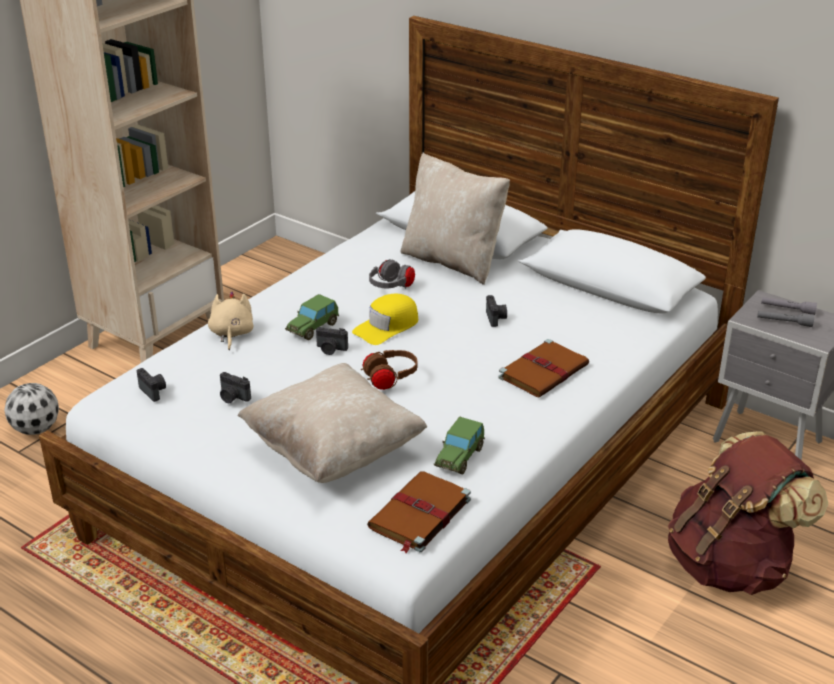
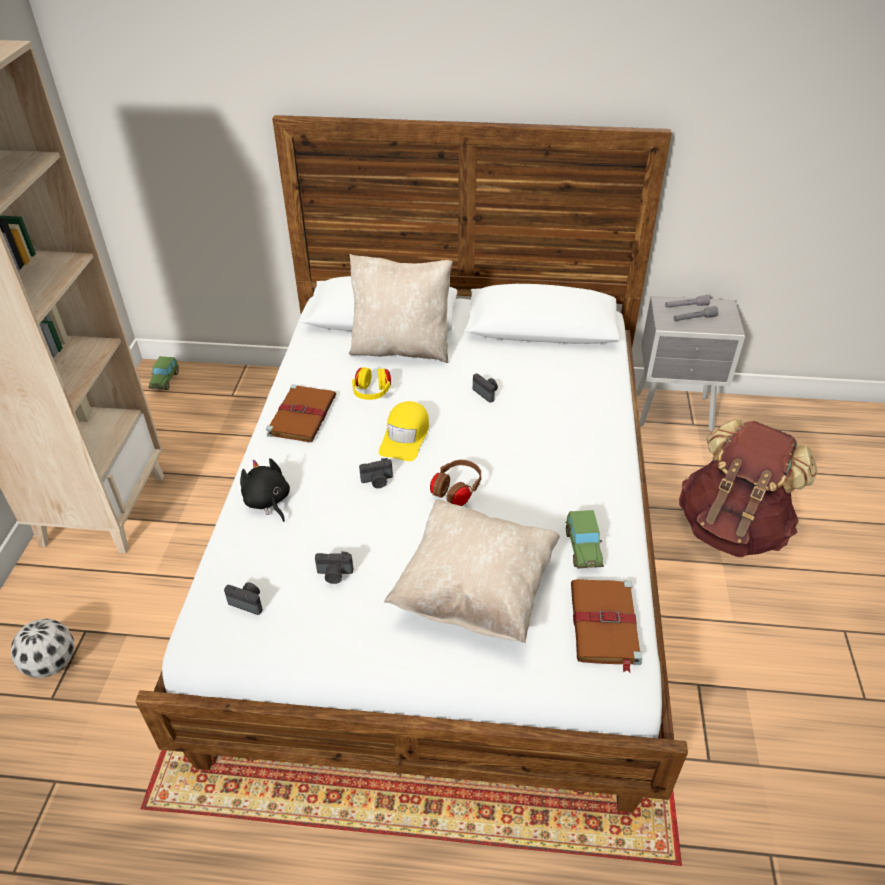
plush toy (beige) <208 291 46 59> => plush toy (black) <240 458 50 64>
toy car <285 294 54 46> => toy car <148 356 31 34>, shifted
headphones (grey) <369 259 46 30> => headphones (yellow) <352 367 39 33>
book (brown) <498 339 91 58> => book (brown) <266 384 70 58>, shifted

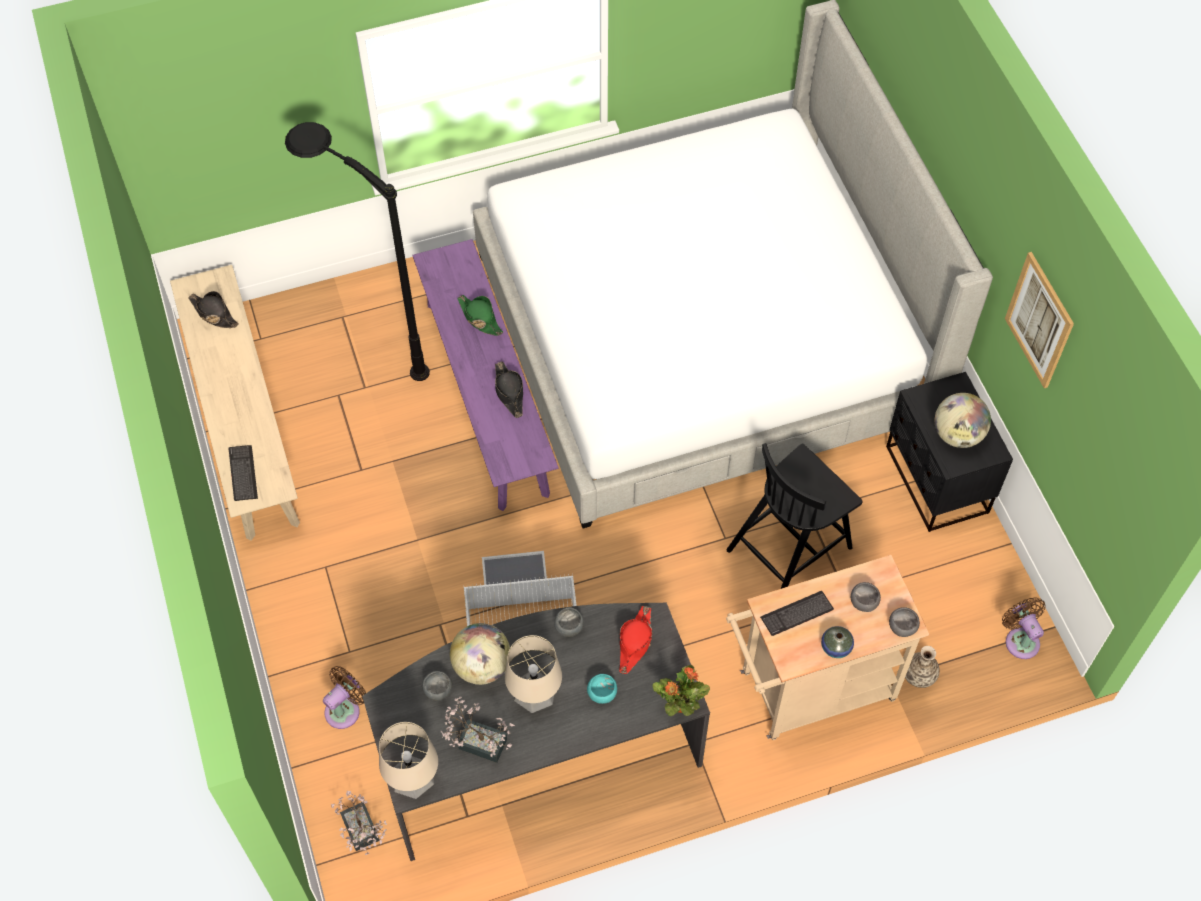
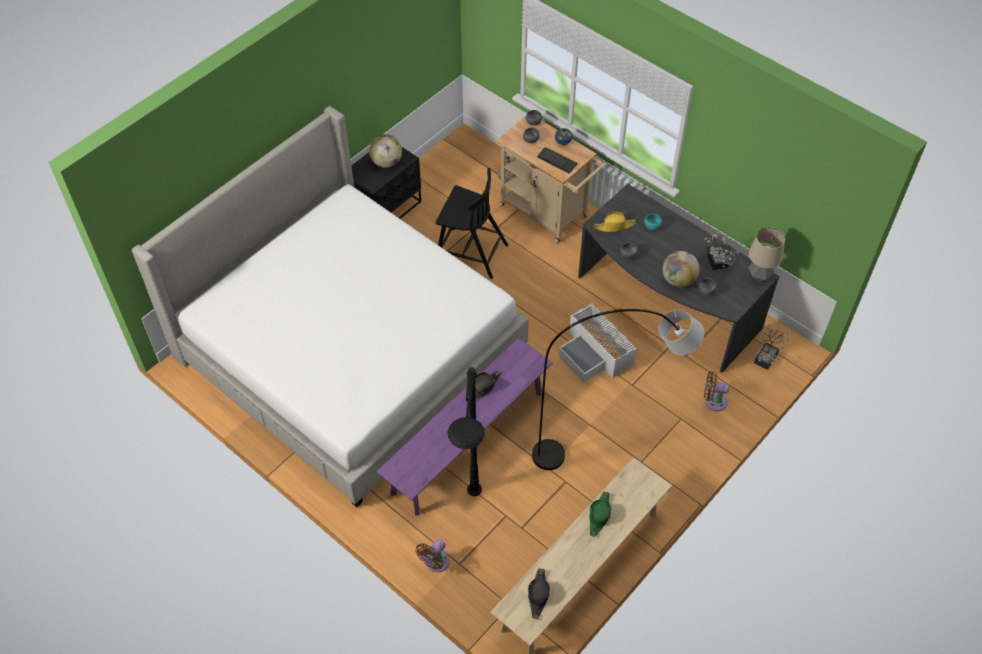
keyboard <228 445 30 56> => nothing
hat (green) <457 295 46 41> => hat (green) <590 492 21 45>, shifted
table lamp <505 635 57 78> => nothing
hat (red) <619 606 33 68> => hat (yellow) <594 212 43 20>
potted plant <653 665 57 51> => nothing
fan (brown) <1002 597 44 62> => fan (brown) <416 539 34 33>, shifted
picture <1005 252 69 136> => nothing
nothing => floor lamp (grey) <532 309 172 161>

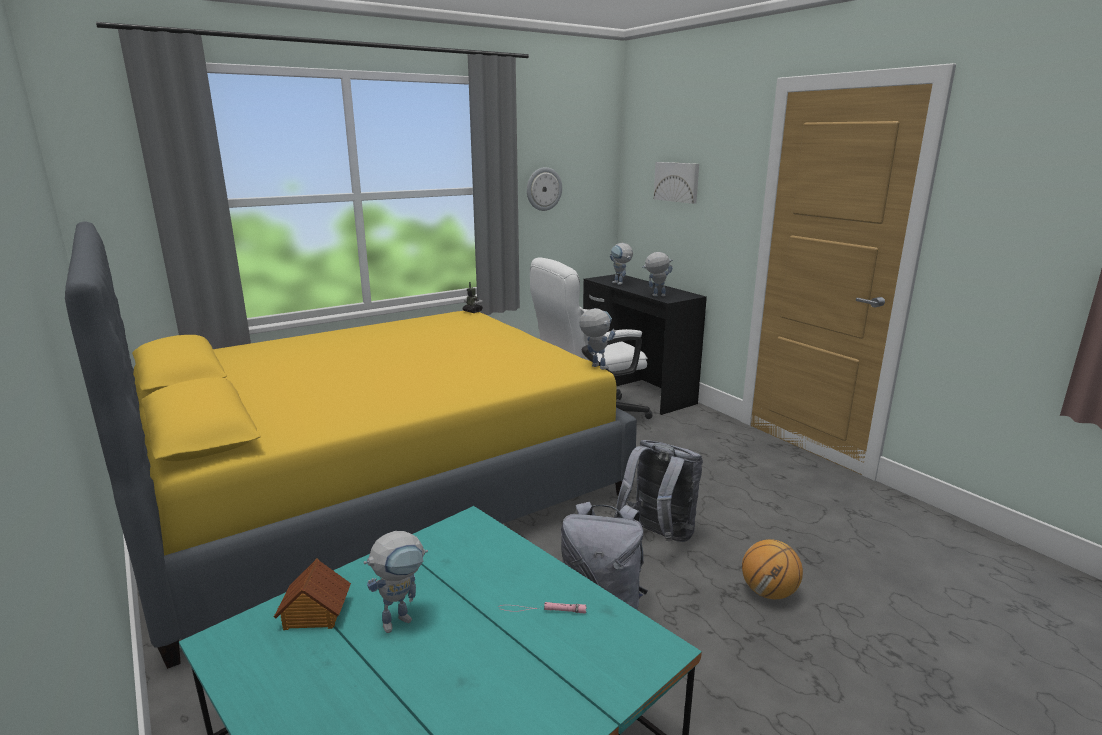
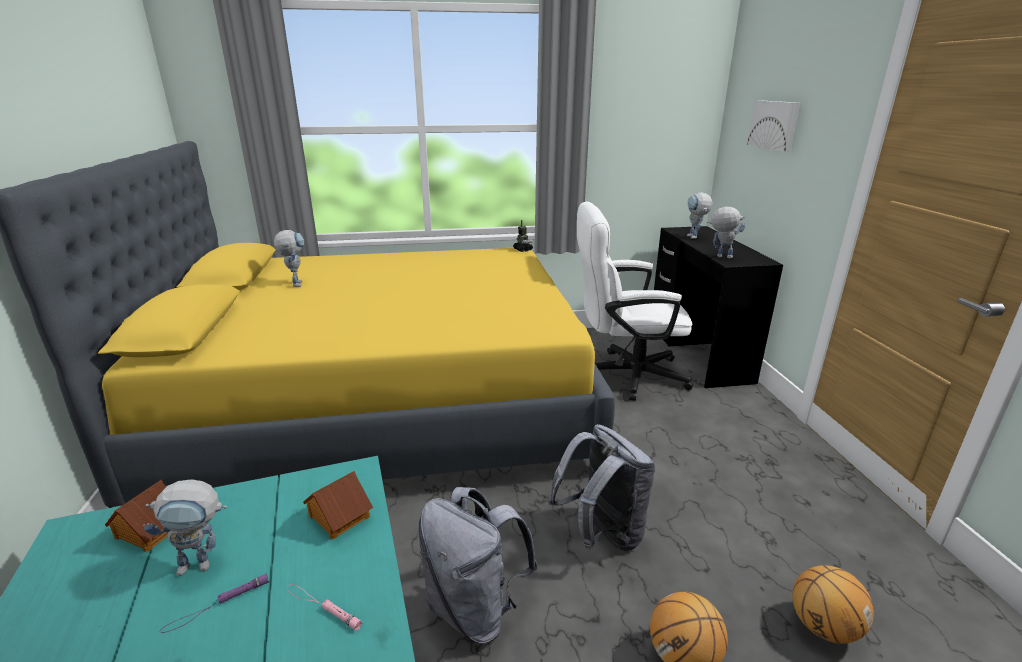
wall clock <527 167 35 44> => nothing
toy robot <579 308 37 62> => toy robot <274 230 30 57>, shifted
nothing => flashlight (purple) <160 573 109 60>
nothing => toy house <303 471 70 68>
nothing => basketball <792 565 82 79>

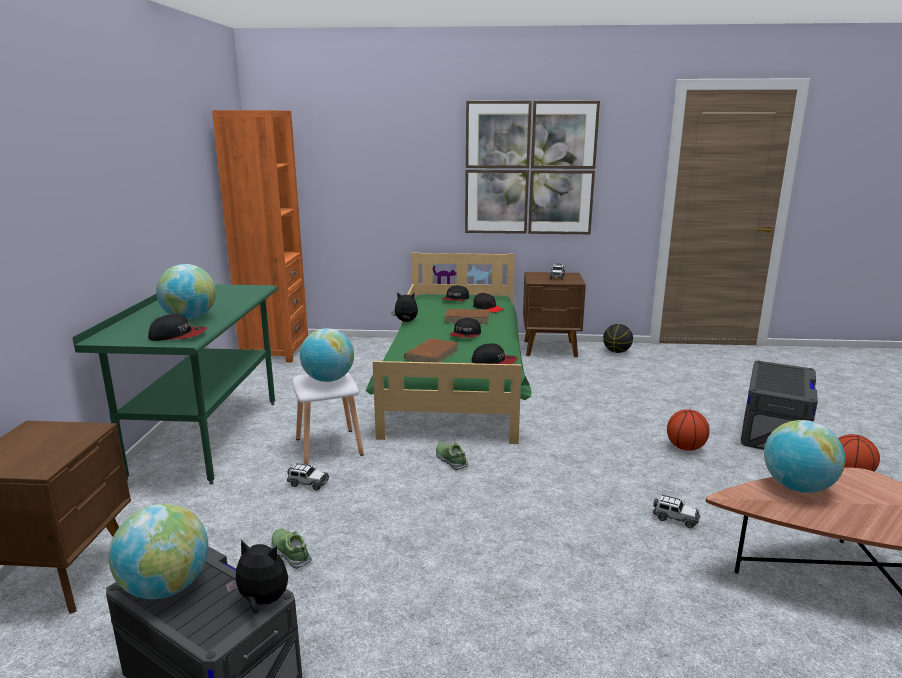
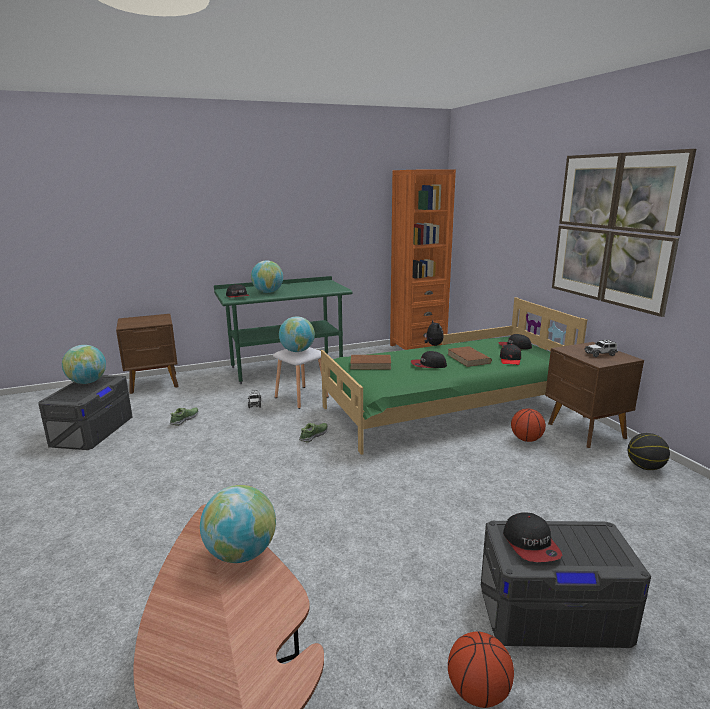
plush toy <226 539 62 75> => nothing
cap <472 343 46 21> => cap <503 512 59 50>, shifted
toy car <653 495 47 33> => nothing
basketball <667 409 43 42> => basketball <511 408 35 34>, shifted

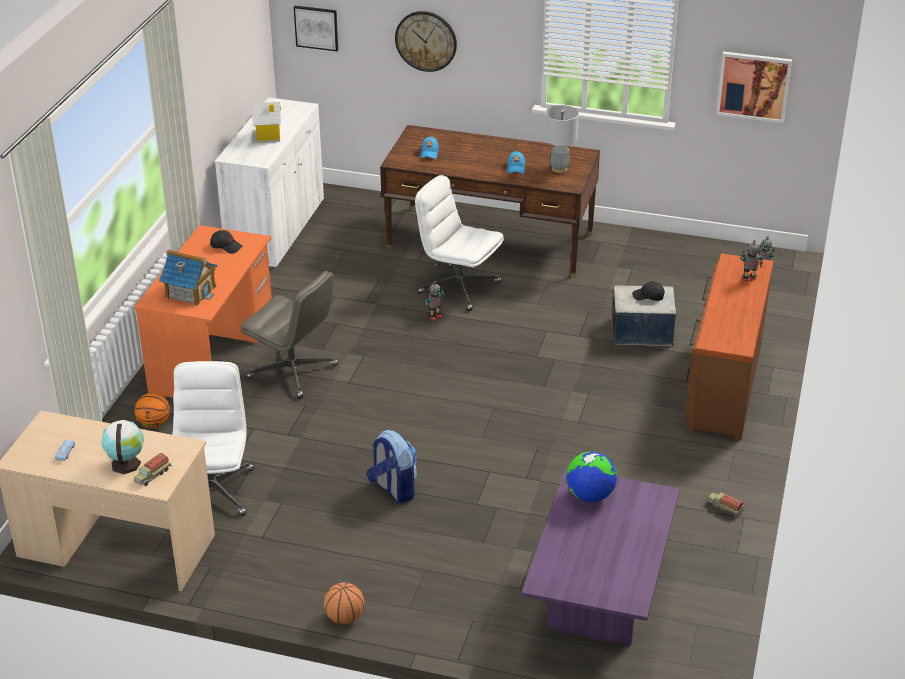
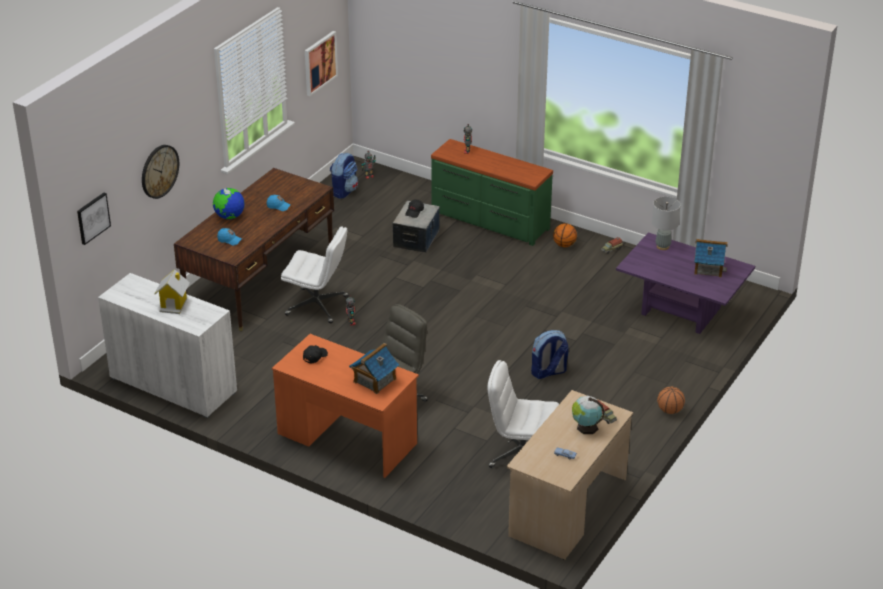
basketball <134 393 36 35> => basketball <553 223 24 24>, shifted
office chair (white) <415 175 89 136> => office chair (white) <281 226 67 97>, 120 degrees counterclockwise
table lamp (grey) <544 105 35 68> => table lamp (grey) <652 197 29 53>, shifted
globe <566 452 51 50> => globe <213 188 32 31>, shifted
dresser (brown) <685 253 89 188> => dresser (green) <431 139 122 107>
nothing => backpack <330 153 28 46>
nothing => toy house <694 239 34 38>

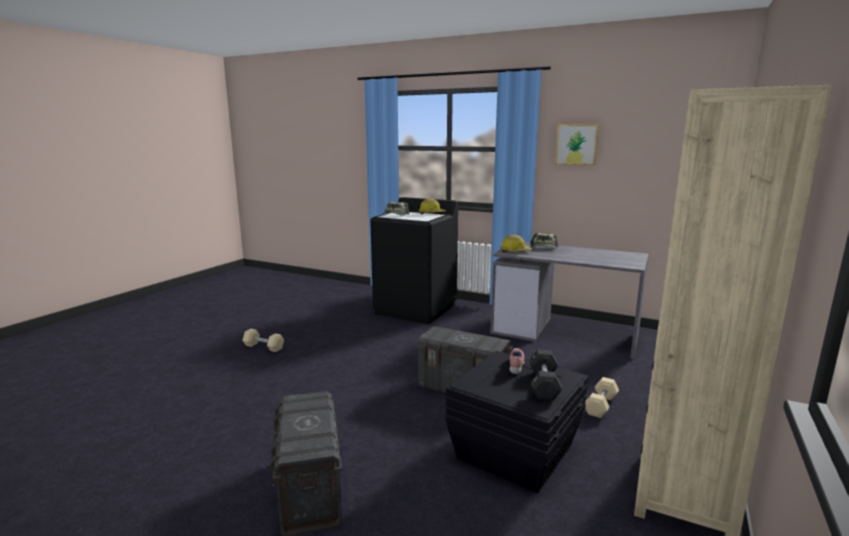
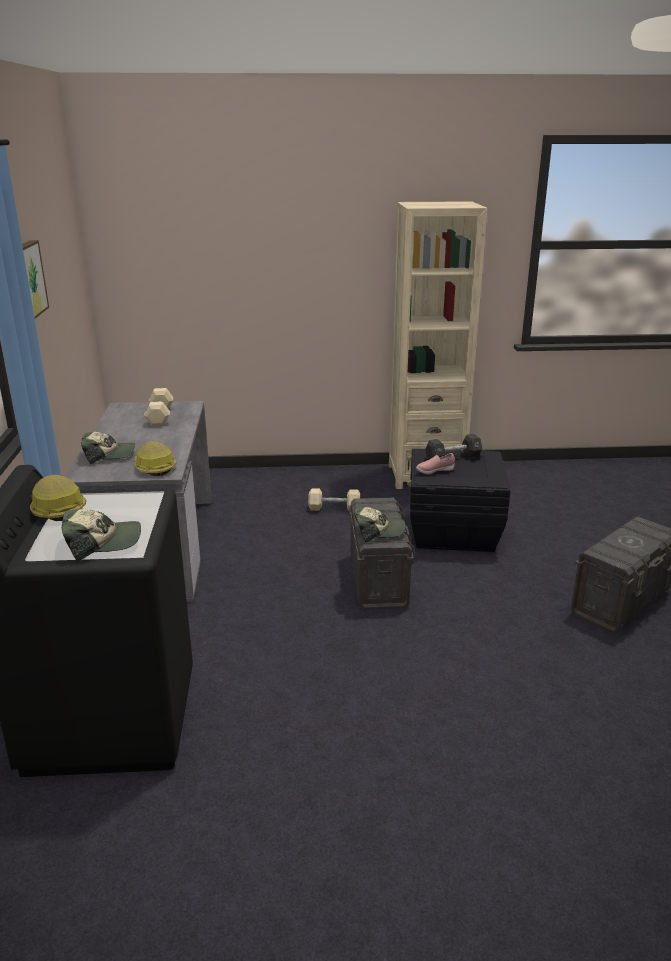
dumbbell (beige) <242 329 42 23> => dumbbell (beige) <144 388 29 38>, shifted
nothing => cap <355 507 51 35>

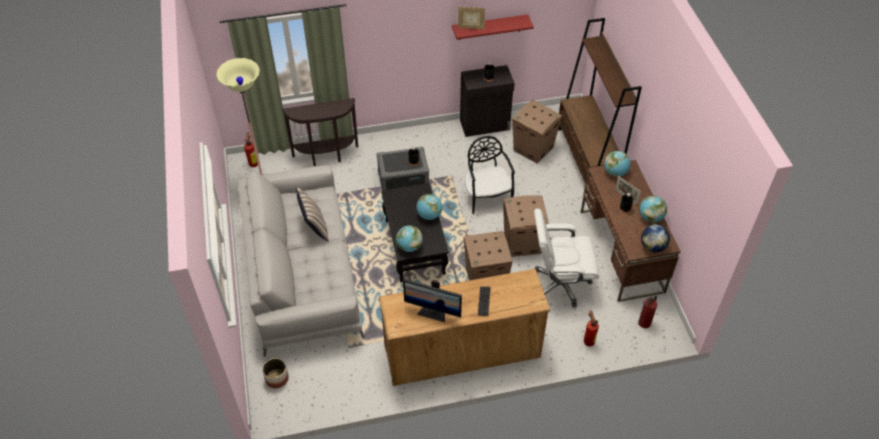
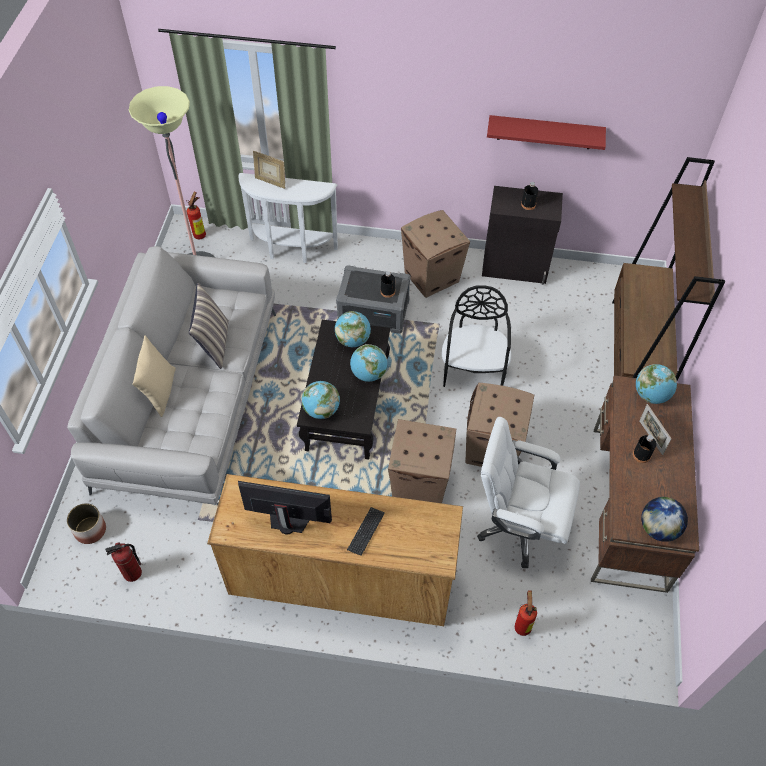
console table (brown) <282 98 76 68> => console table (white) <239 173 99 90>
monitor <403 279 59 43> => monitor <238 481 94 54>, 150 degrees clockwise
picture frame <458 7 27 22> => picture frame <253 151 32 38>, shifted
cardboard box <512 100 50 64> => cardboard box <401 210 69 88>, shifted
fire extinguisher <638 296 19 32> => fire extinguisher <105 542 37 40>, shifted
globe <639 196 28 27> => globe <335 311 36 36>, shifted
nothing => pillow (beige) <132 335 44 82>

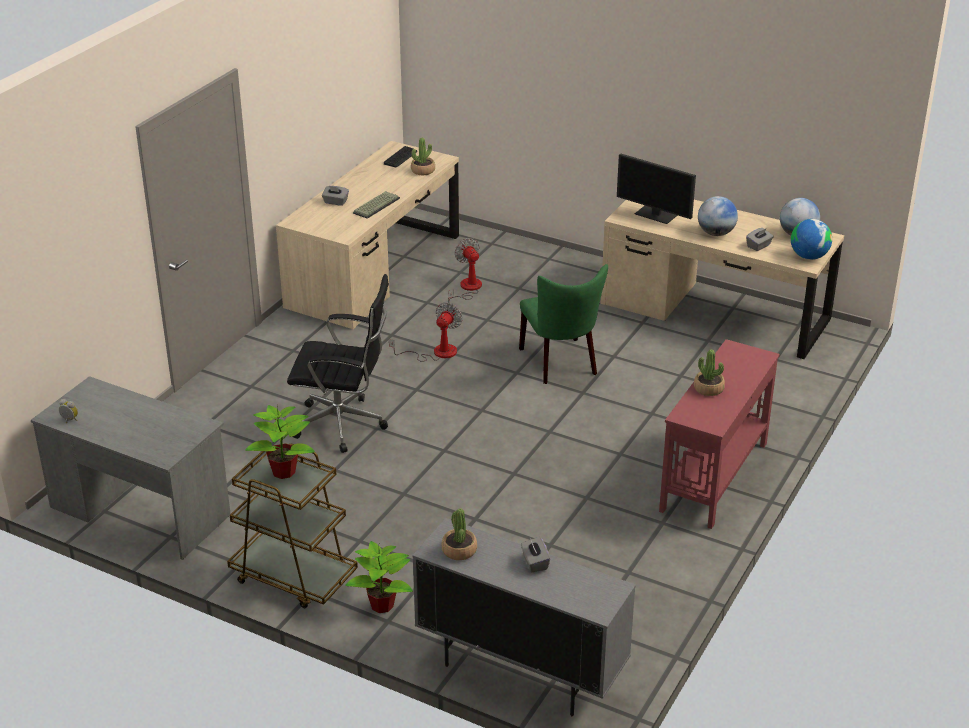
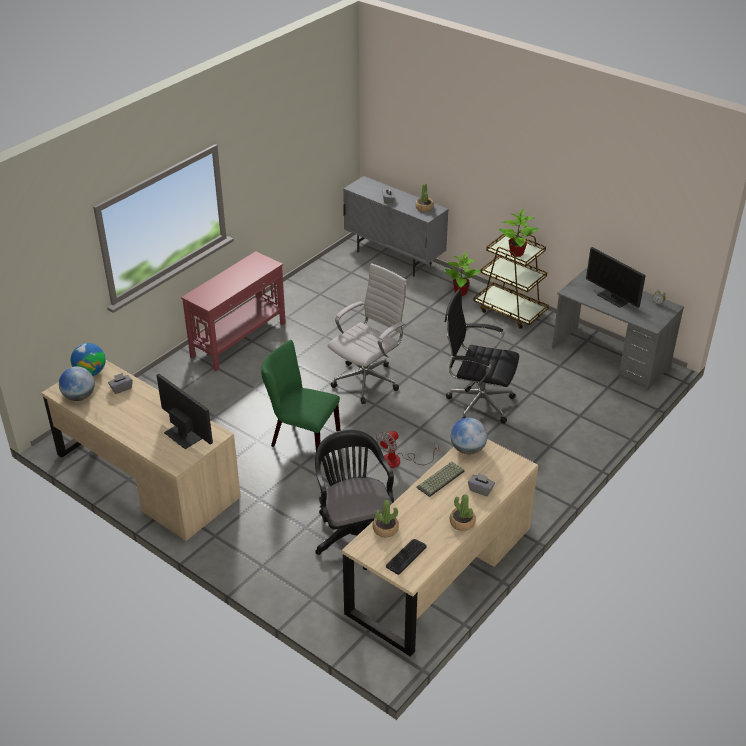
fan <448 238 34 63> => office chair (black) <315 430 79 140>
chair (green) <519 264 89 120> => chair (green) <261 340 80 111>, 60 degrees counterclockwise
potted plant <694 350 31 46> => potted plant <450 494 26 37>, shifted
globe <698 196 40 40> => globe <451 418 36 36>, shifted
nothing => office chair (white) <328 263 79 141>
nothing => monitor <586 247 60 61>

